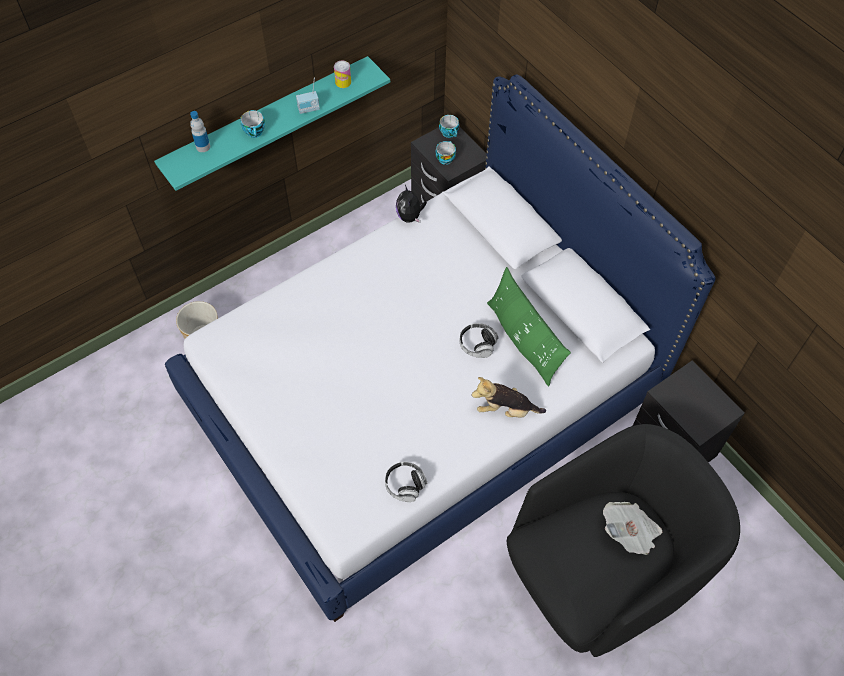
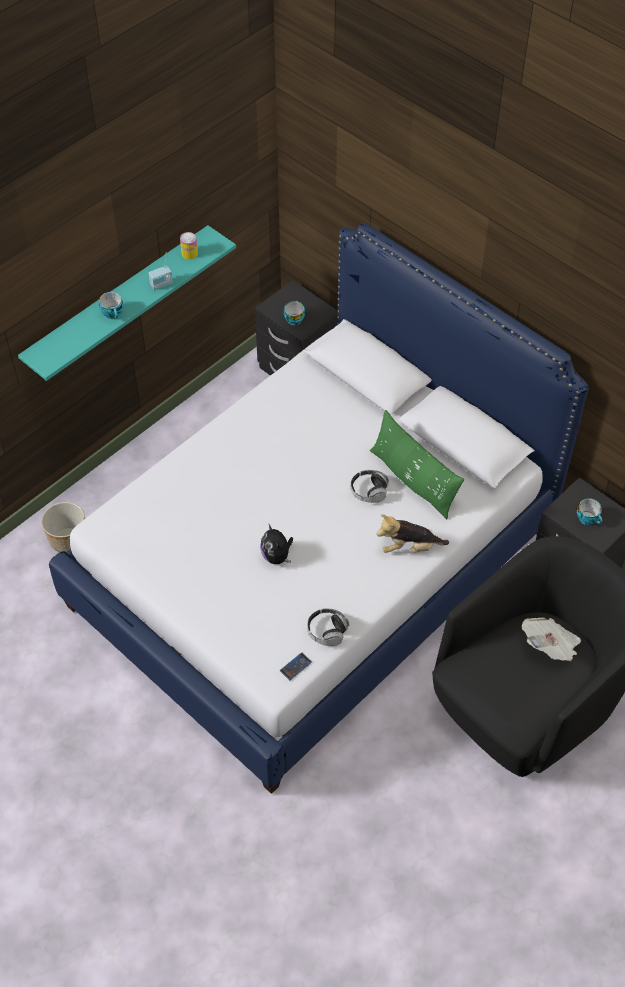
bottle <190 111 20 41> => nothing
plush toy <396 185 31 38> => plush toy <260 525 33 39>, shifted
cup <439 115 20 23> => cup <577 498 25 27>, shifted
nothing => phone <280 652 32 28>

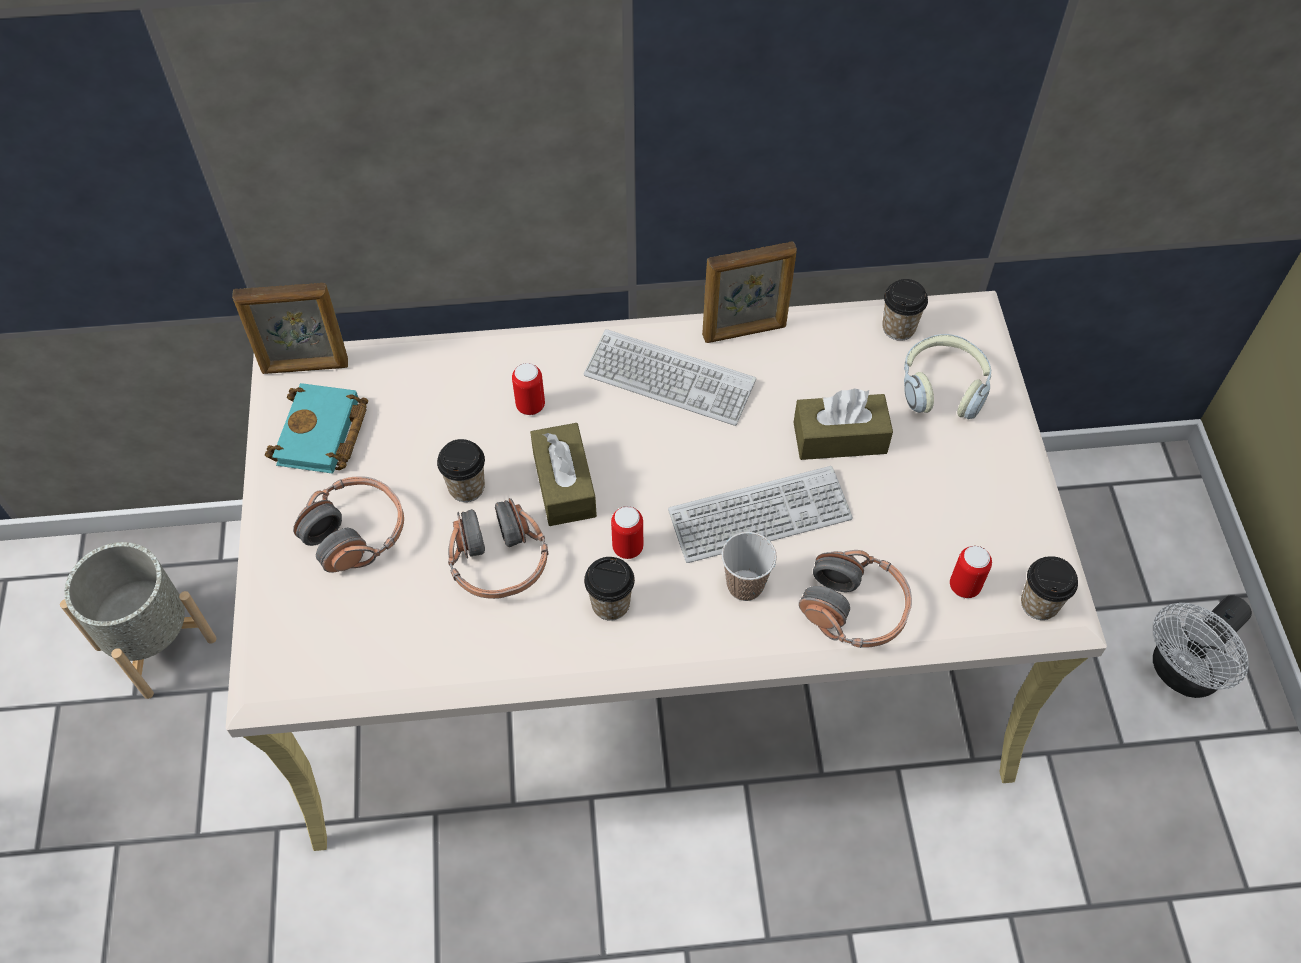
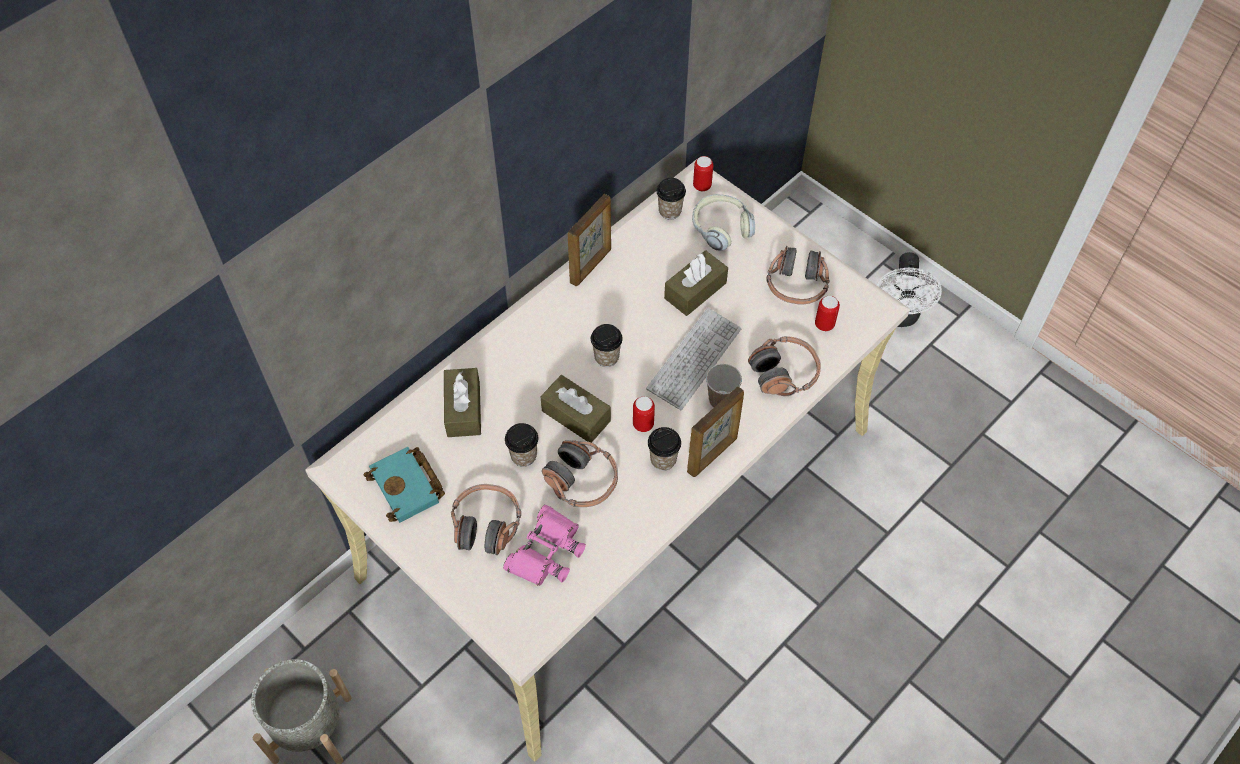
picture frame <232 283 116 91> => picture frame <687 387 57 90>, shifted
can <512 363 33 52> => can <693 156 20 35>, shifted
keyboard <584 329 172 97> => nothing
cup <1021 556 57 64> => cup <591 324 32 43>, shifted
nothing => tissue box (brown) <444 368 37 69>
nothing => binoculars (pink) <503 505 83 81>
nothing => headphones <767 246 63 59>

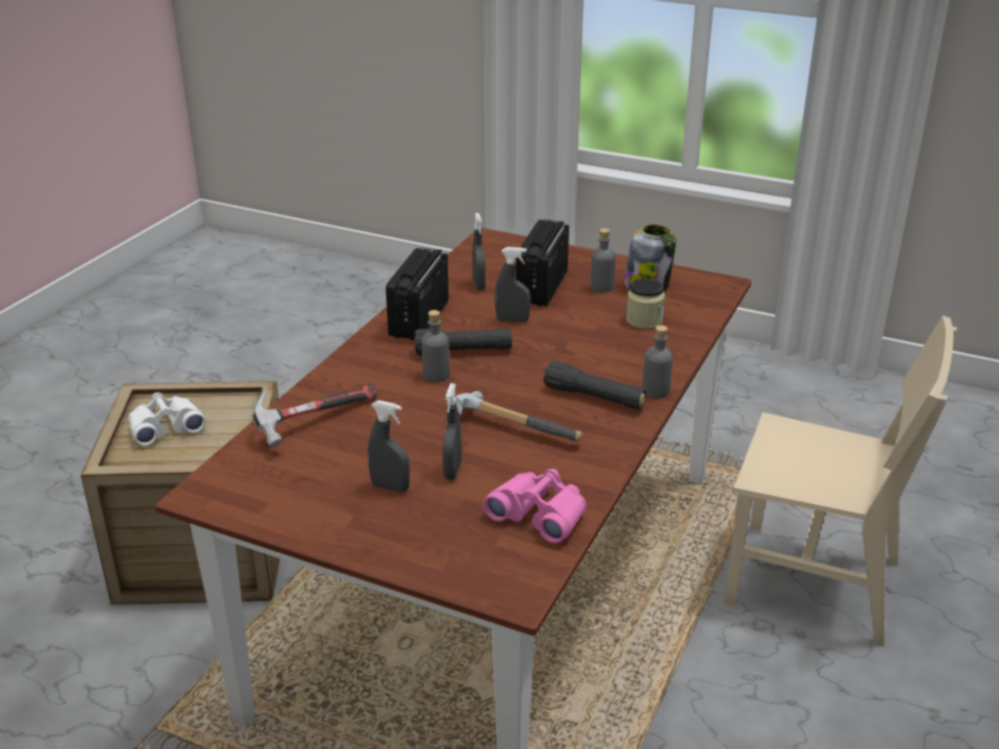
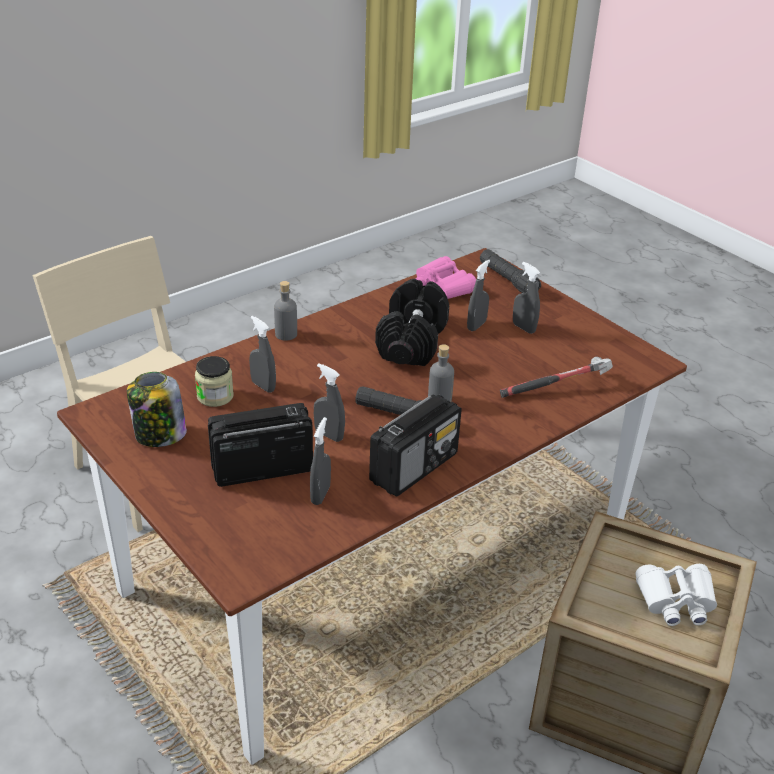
hammer <456 391 127 51> => dumbbell (black) <375 279 74 87>
radio <516 219 53 87> => radio <208 403 105 84>, 150 degrees counterclockwise
flashlight (black) <543 361 104 48> => flashlight (black) <480 249 61 44>, shifted
bottle (grey) <591 228 24 65> => nothing
nothing => spray bottle (grey) <249 316 27 77>

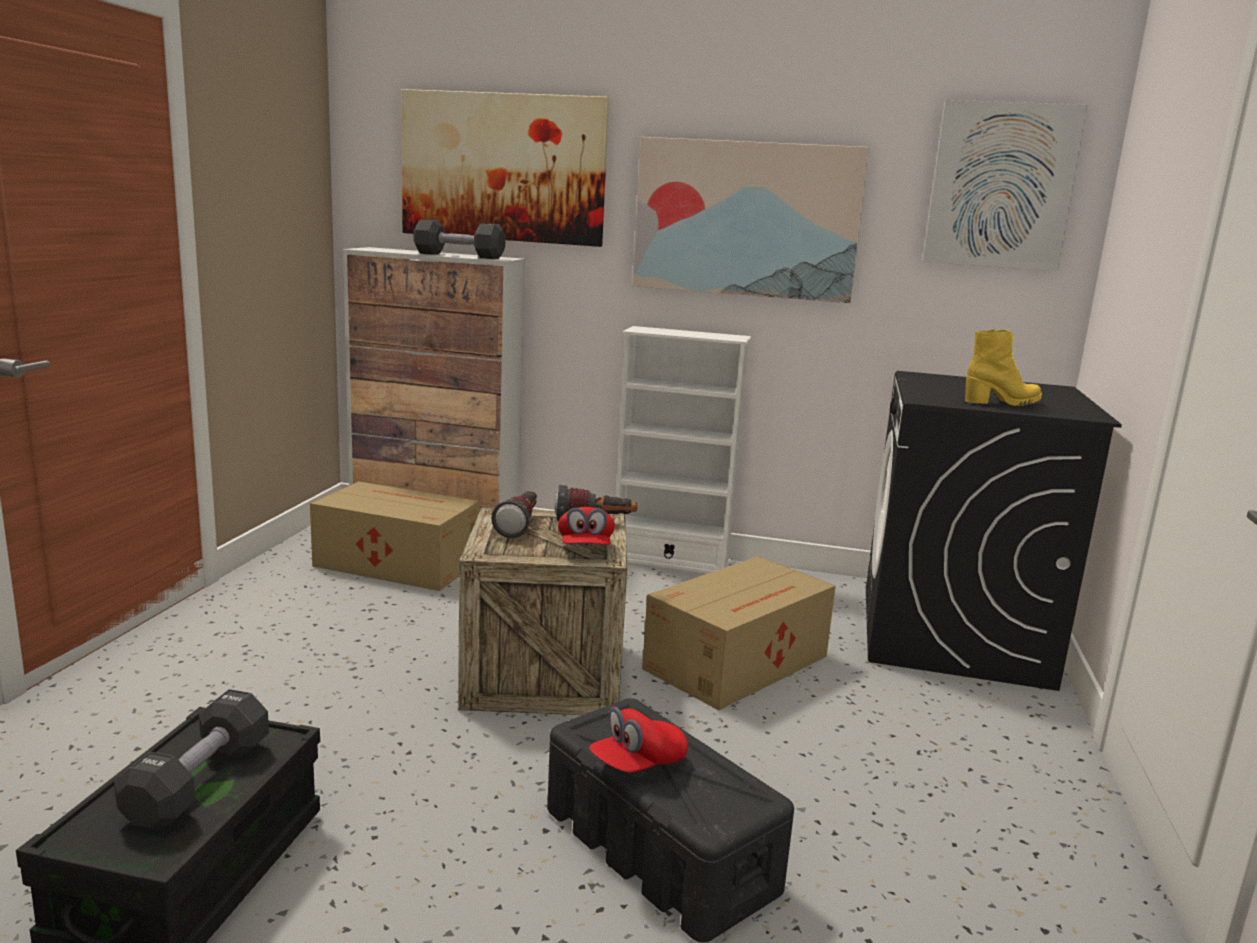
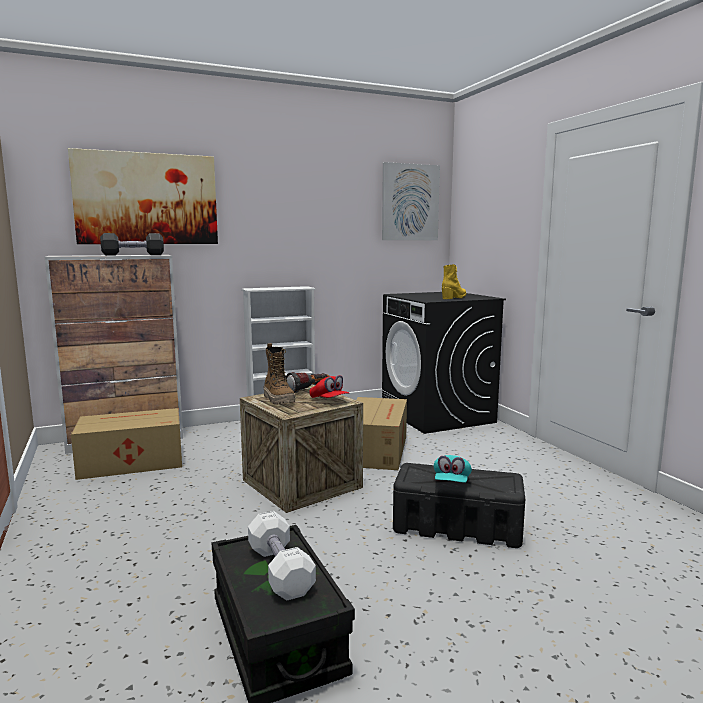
dumbbell (black) <114 689 155 142> => dumbbell (white) <248 511 68 89>
flashlight <491 491 46 47> => boot <264 343 31 62>
cap (red) <589 707 99 66> => cap (turquoise) <434 455 38 28>
picture <632 137 237 166> => nothing

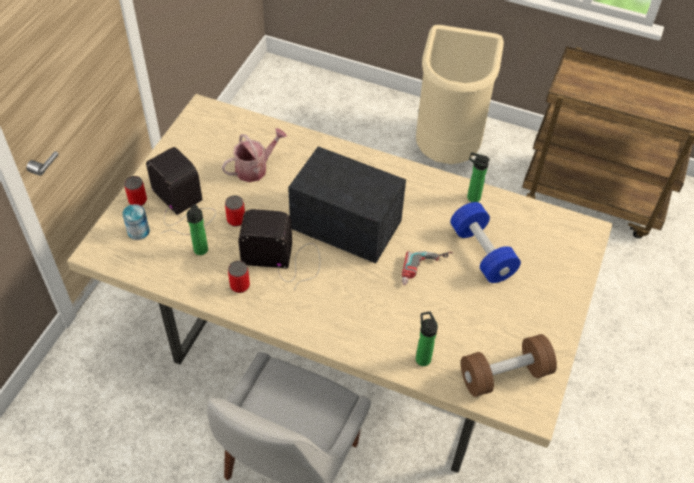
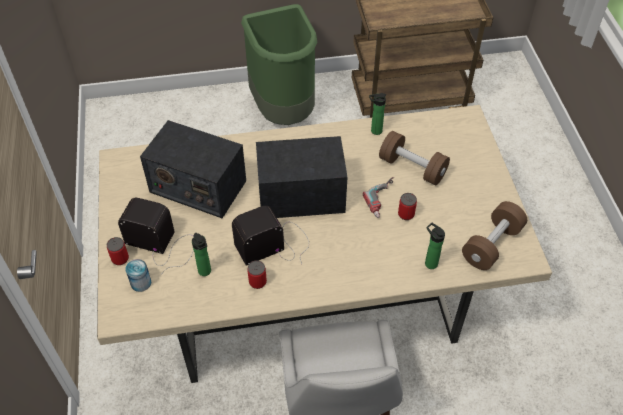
watering can <222 128 65 54> => radio <140 120 106 98>
can <225 195 20 32> => can <398 193 19 27>, shifted
trash can (beige) <416 25 88 139> => trash can (green) <241 4 76 121>
dumbbell (blue) <450 202 71 81> => dumbbell (brown) <379 131 71 54>

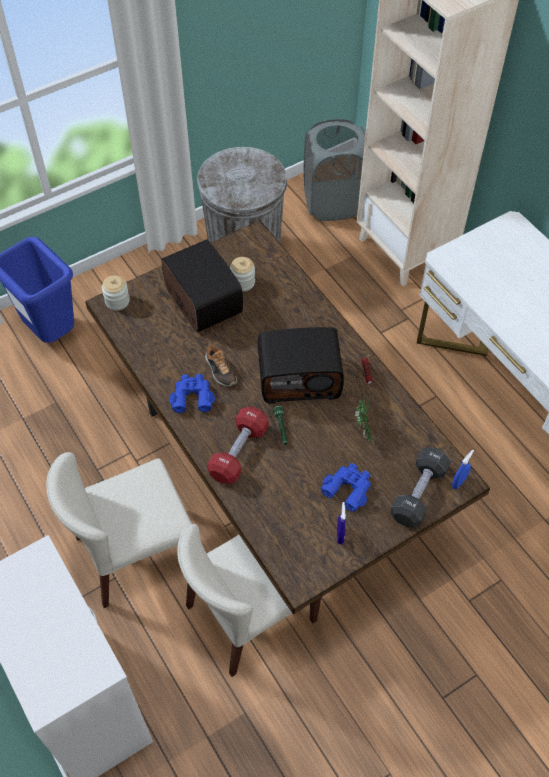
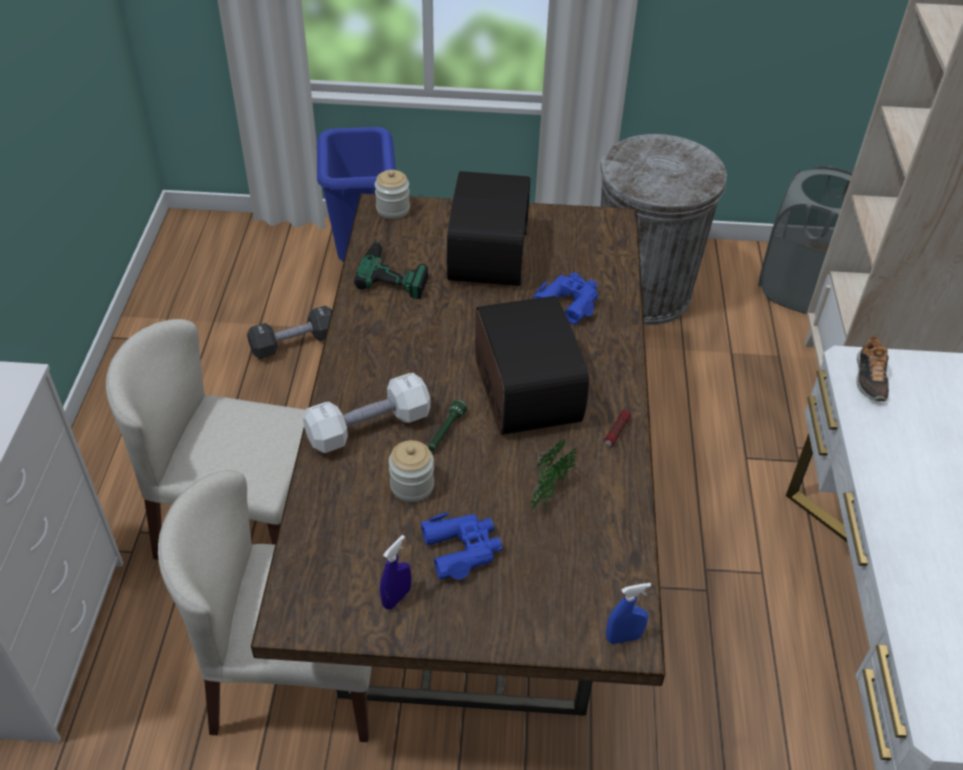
binoculars (blue) <169 374 46 39> => binoculars (blue) <533 272 65 52>, shifted
shoe <205 344 32 43> => shoe <856 335 33 66>, shifted
dumbbell (red) <207 407 61 77> => dumbbell (white) <303 373 128 80>
jar <230 257 25 35> => jar <389 440 45 62>, shifted
radio <258 327 86 77> => radio <475 296 114 139>, 135 degrees counterclockwise
dumbbell (black) <390 447 61 80> => dumbbell (black) <247 306 85 53>, shifted
nothing => power drill <354 235 74 64>

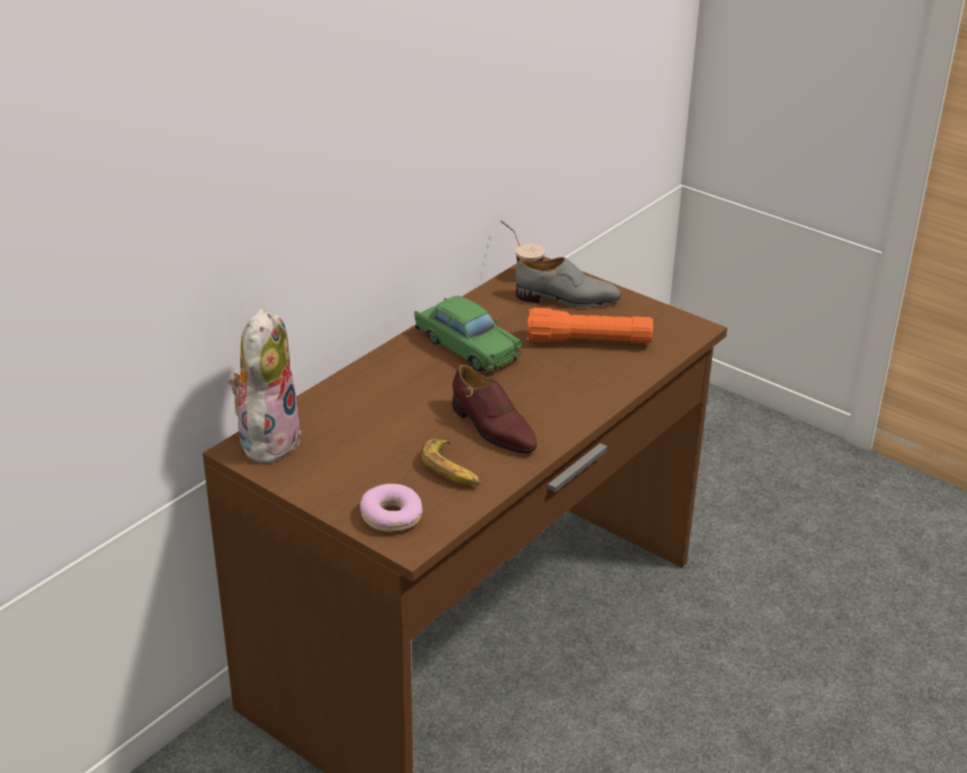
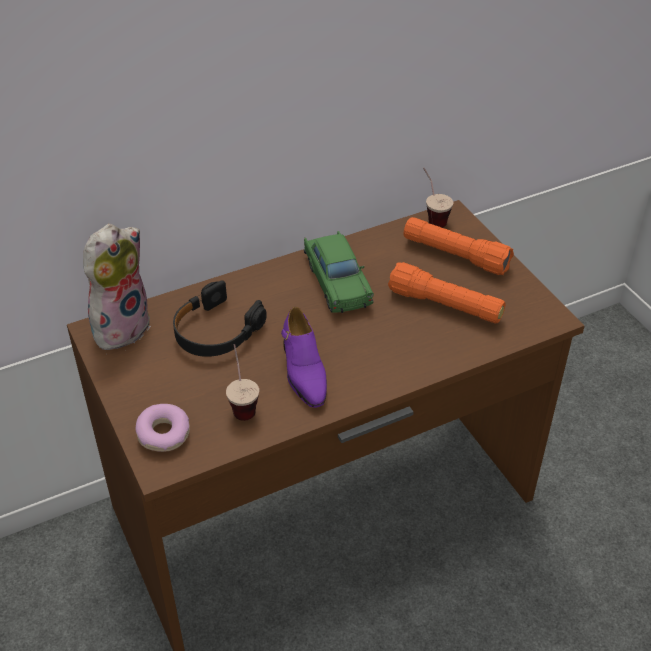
banana <421 439 59 46> => cup <226 344 33 77>
shoe (brown) <452 364 85 90> => shoe (purple) <281 307 46 101>
shoe (grey) <516 257 105 51> => flashlight (orange) <404 217 110 58>
nothing => headphones (black) <173 280 94 77>

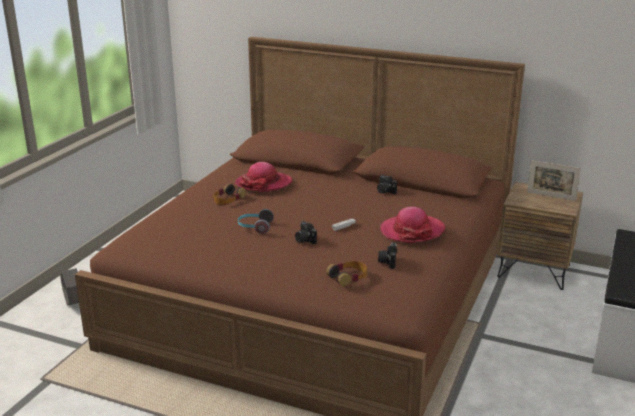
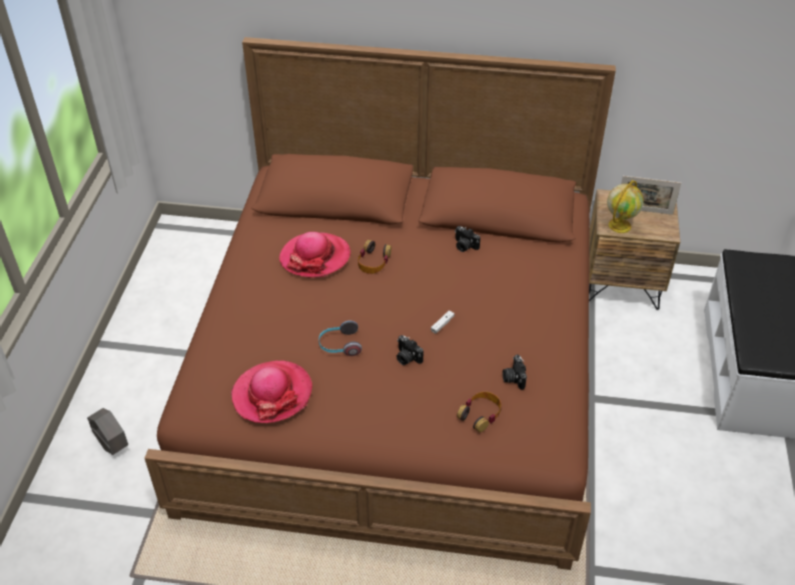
headphones <213 183 33 22> => headphones <358 240 33 34>, shifted
hat <380 206 65 37> => hat <231 360 81 63>, shifted
nothing => globe <607 180 37 53>

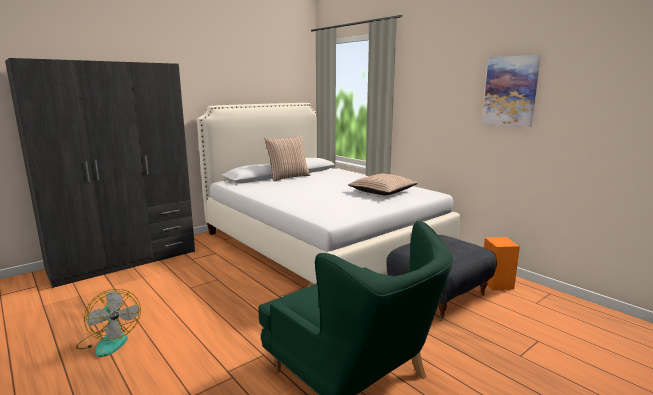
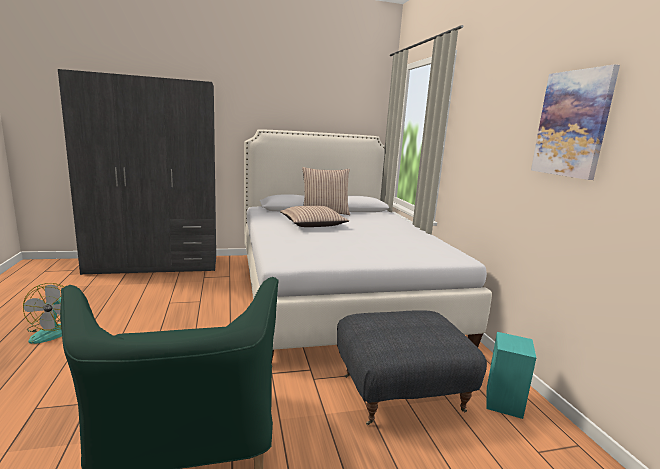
pillow <348 174 70 21> => pillow <280 206 69 21>, shifted
speaker (orange) <484 237 36 53> => speaker (turquoise) <486 332 50 87>

